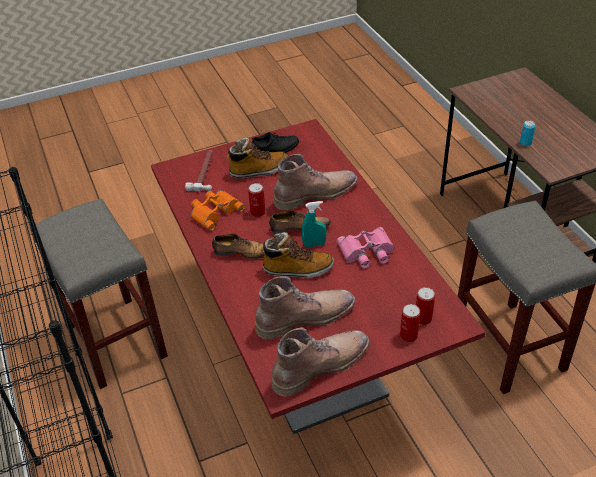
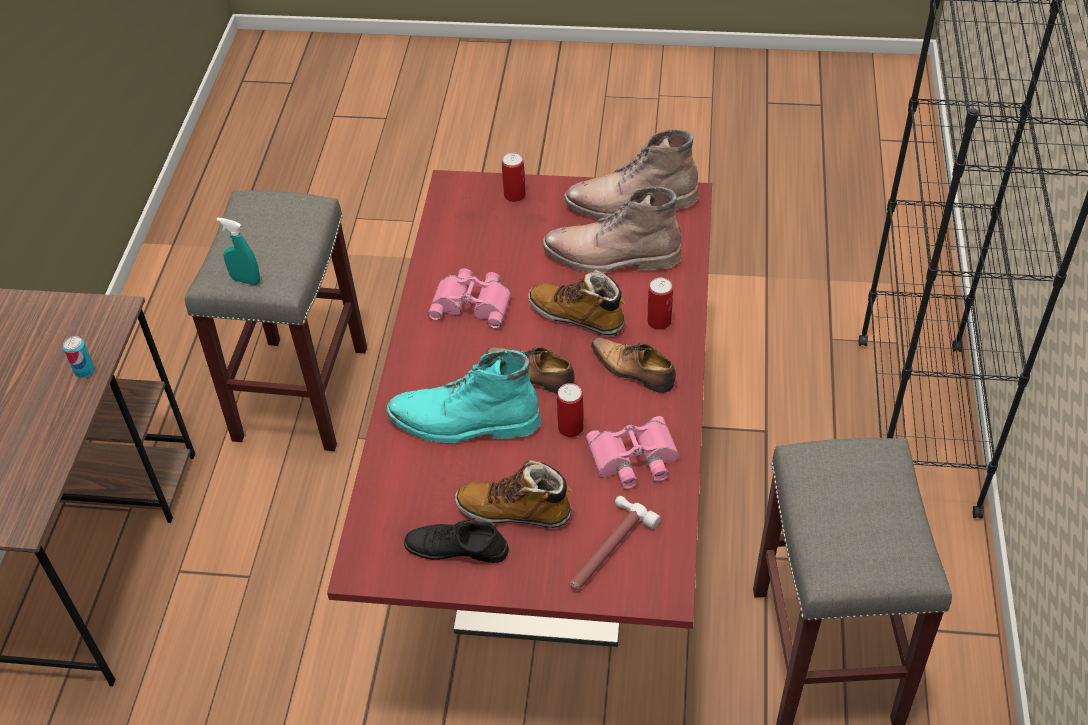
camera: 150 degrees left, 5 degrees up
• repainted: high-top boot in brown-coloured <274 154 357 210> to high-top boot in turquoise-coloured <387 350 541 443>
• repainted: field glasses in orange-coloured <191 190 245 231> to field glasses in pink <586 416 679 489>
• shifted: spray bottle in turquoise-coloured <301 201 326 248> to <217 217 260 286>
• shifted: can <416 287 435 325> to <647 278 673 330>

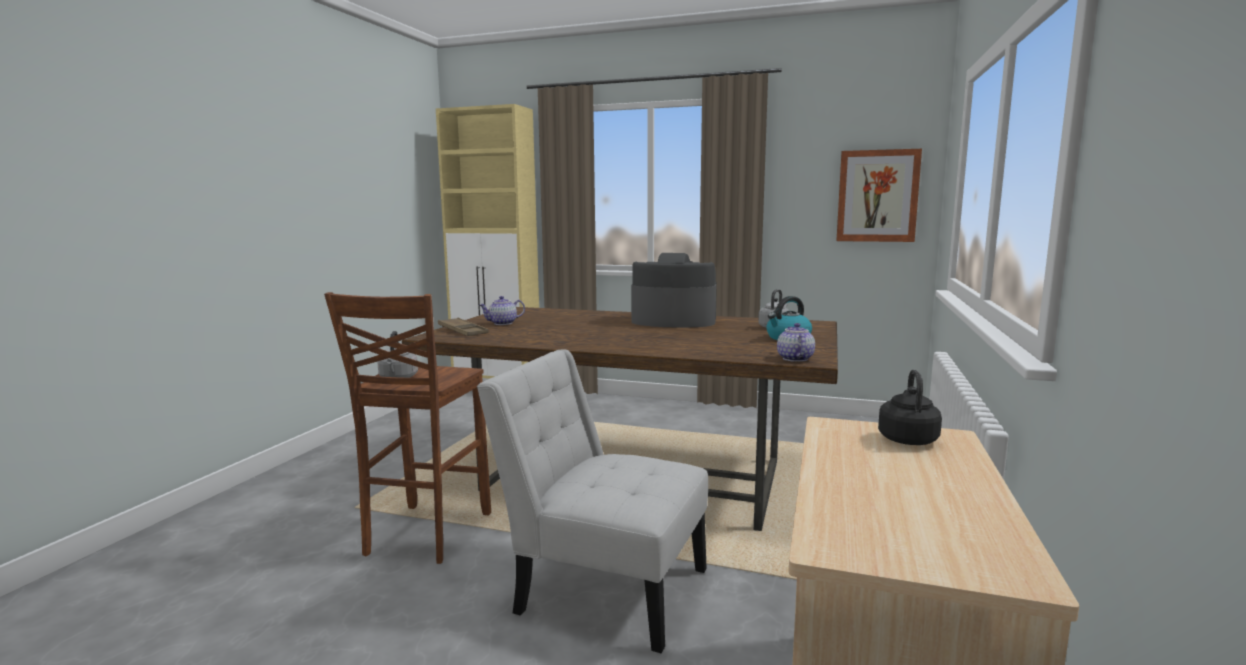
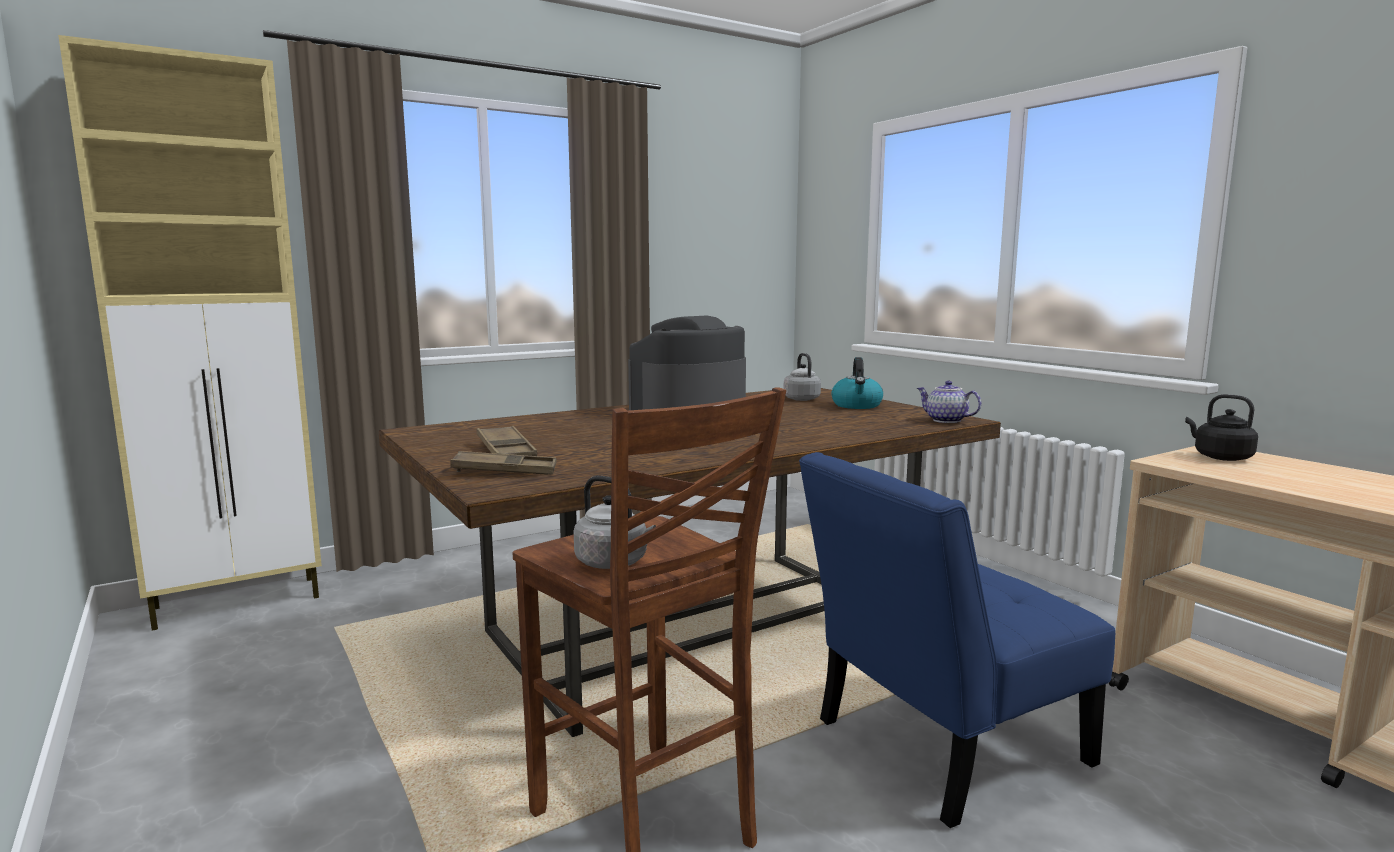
camera: 50 degrees left, 0 degrees up
• gone: wall art <836 149 922 242>
• swapped: pot for tea <479 296 525 325> to serving tray in brown-coloured <477 426 537 456>
• repainted: plain chair in white <477 350 708 653> to plain chair in bluish <799 452 1115 828>

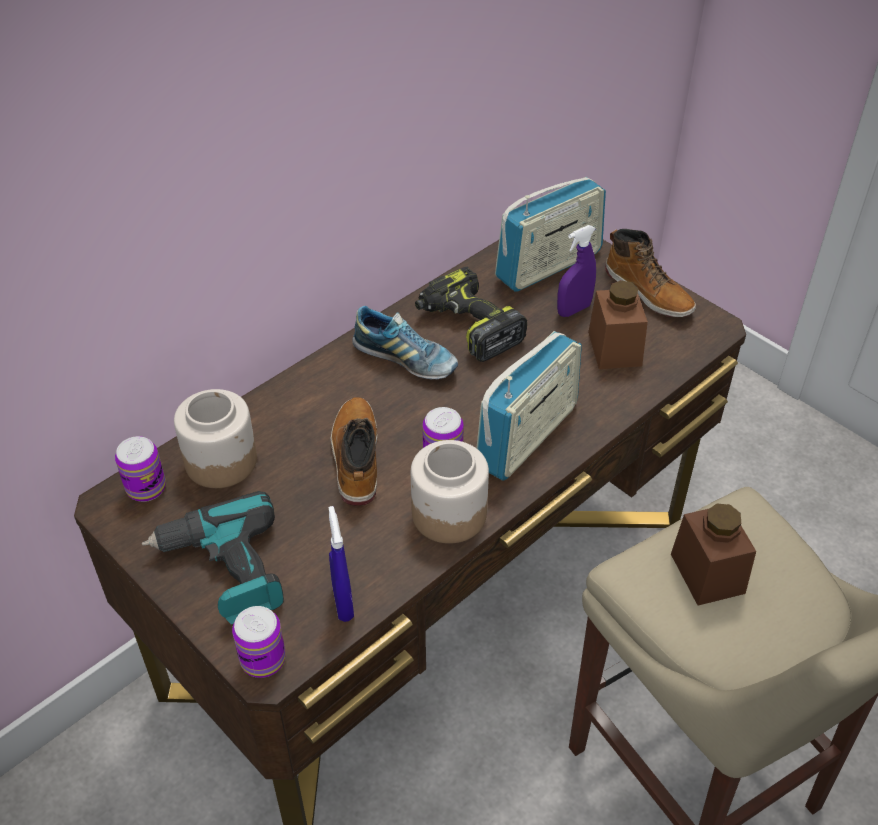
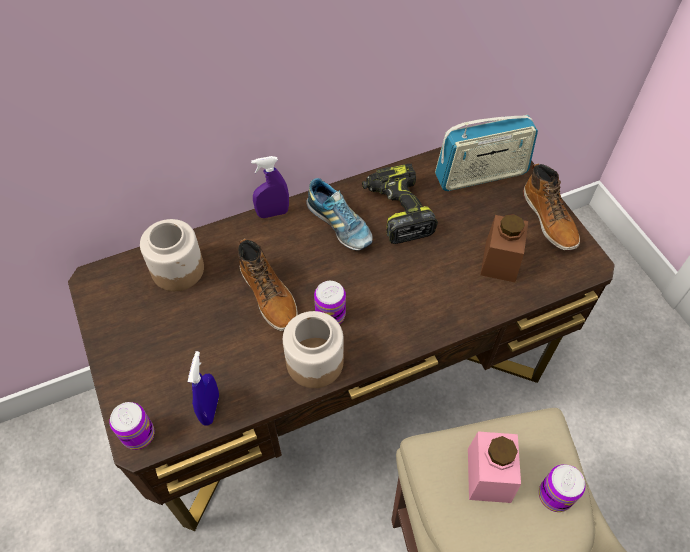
camera: 20 degrees right, 10 degrees up
• shifted: spray bottle in purple-coloured <557 225 596 317> to <251 156 289 218>
• gone: radio <477 331 582 481>
• rotated: high-top boot <331 397 377 506> = <238 239 298 331> 135 degrees clockwise
• shifted: can <115 436 166 502> to <539 464 586 512>
• gone: electric drill <142 491 284 624>
• repainted: jar in brown-coloured <671 504 756 606> to jar in pink <468 432 521 503>

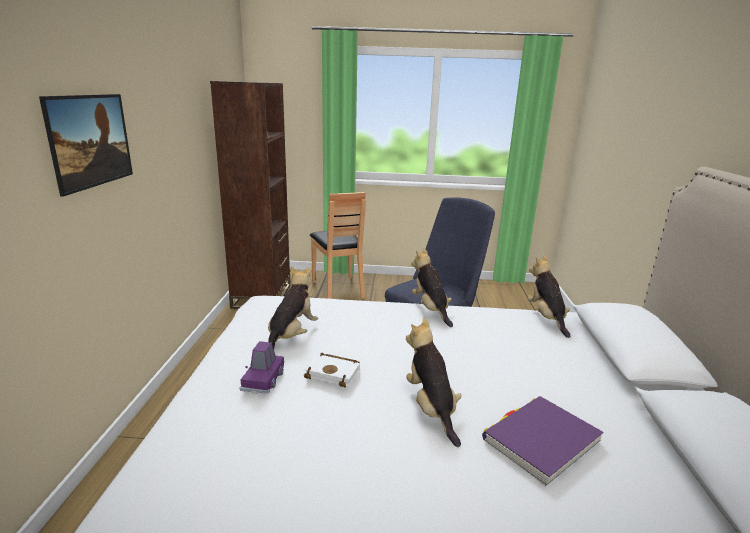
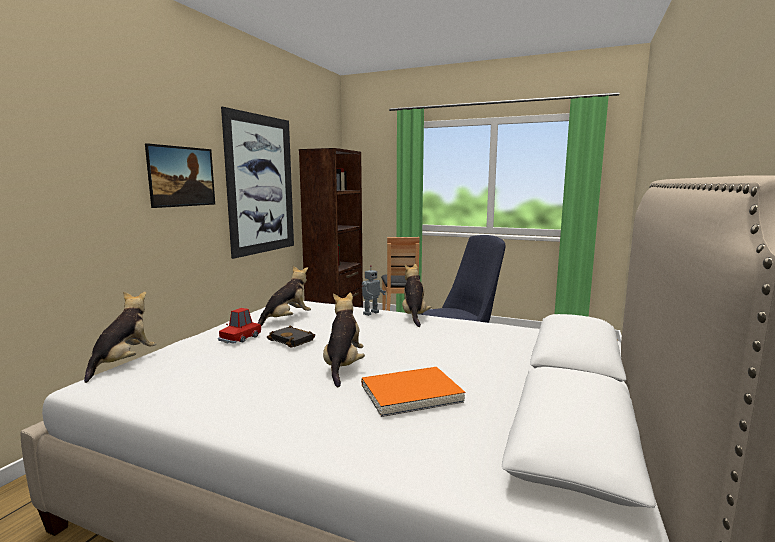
camera: 20 degrees right, 10 degrees down
• shifted: cuddly toy <527 255 570 338> to <84 291 156 383>
• repainted: miniature car in purple-coloured <240 341 284 394> to miniature car in red <218 308 261 343>
• repainted: bound book in white <304 353 360 387> to bound book in black-coloured <267 325 315 348>
• repainted: bound book in purple-coloured <482 396 604 486> to bound book in orange-coloured <361 367 465 417>
• new: wall art <221 107 294 259>
• new: robot figure <362 265 386 316>

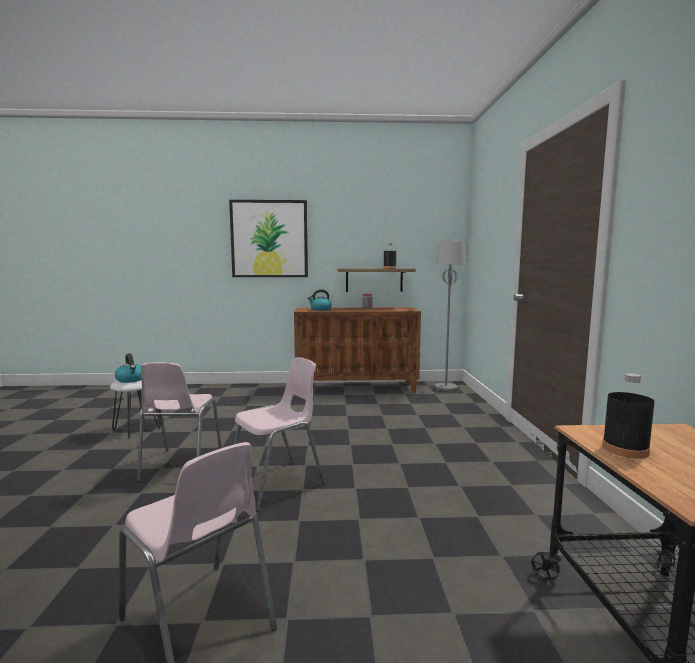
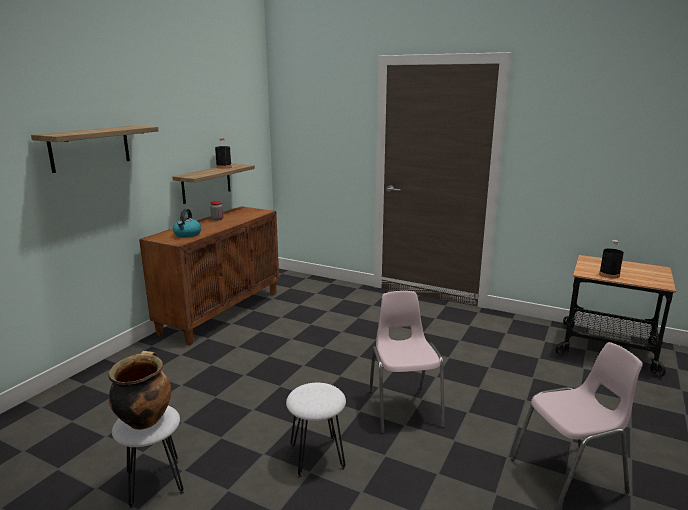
camera: 60 degrees left, 10 degrees up
• swapped: wall art <229 200 308 277> to shelf <31 126 159 173>
• gone: standing lamp in gray <435 241 465 391>
• swapped: water kettle <115 353 142 383> to stockpot <109 351 171 430>
• swapped: plain chair in pink <137 362 222 482> to stool in white <286 383 346 478>

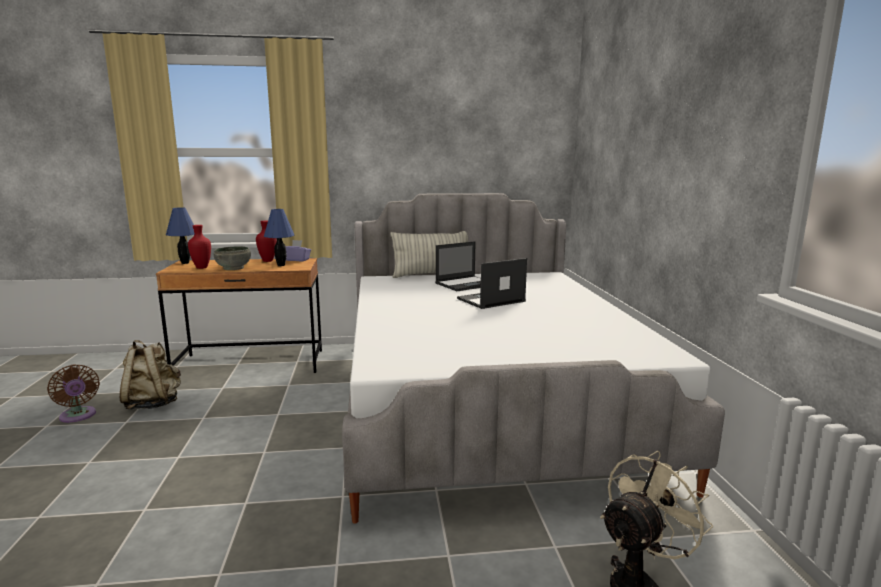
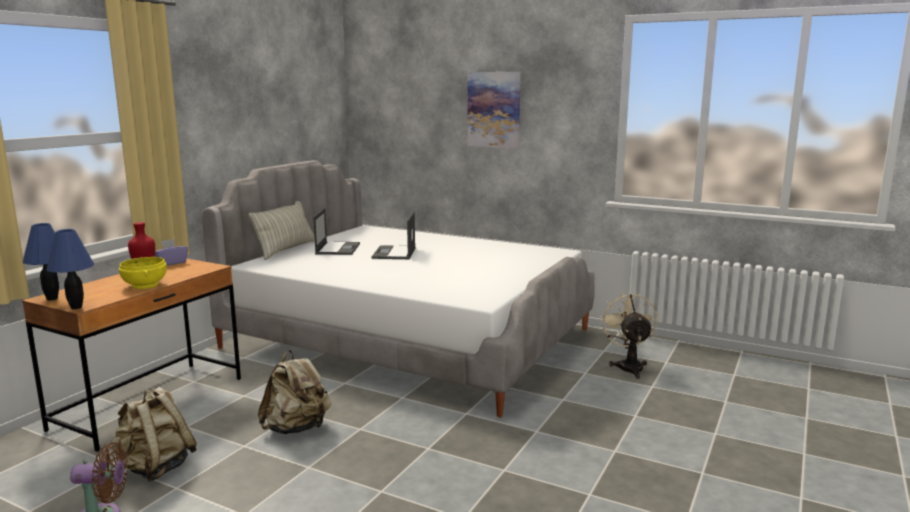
camera: 55 degrees left, 0 degrees up
• shifted: tabletop lamp in bluish <264 209 294 266> to <46 229 94 309>
• gone: flower vase in red <188 225 211 269>
• repainted: bowl in gray <214 246 251 270> to bowl in yellowish <119 257 167 289>
• new: wall art <467 72 521 148>
• new: rucksack in sand-coloured <258 350 331 434>

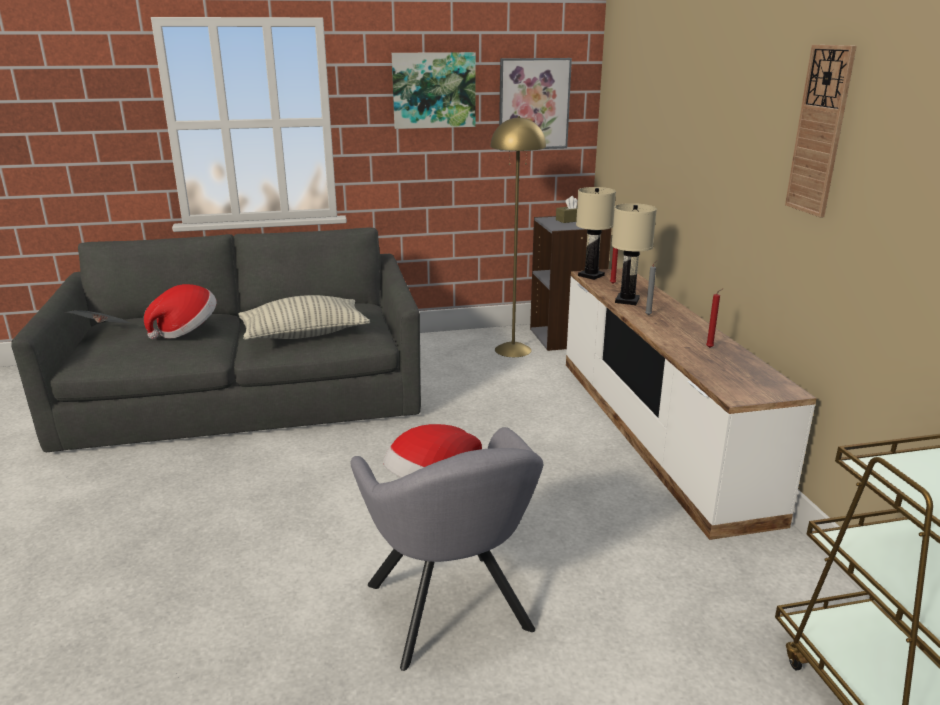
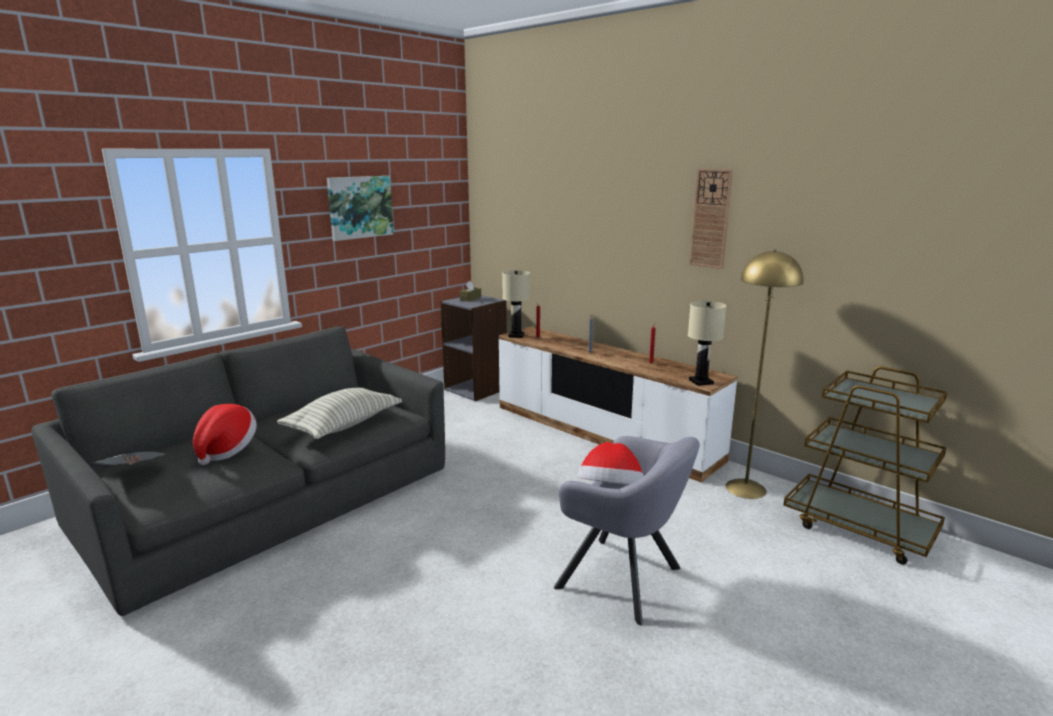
camera: 35 degrees left, 5 degrees down
• gone: wall art <499 58 572 149>
• shifted: standing lamp in yellowish <490 116 546 357> to <725 250 804 499>
• shifted: tabletop lamp in sand-coloured <611 203 657 305> to <688 301 726 386>

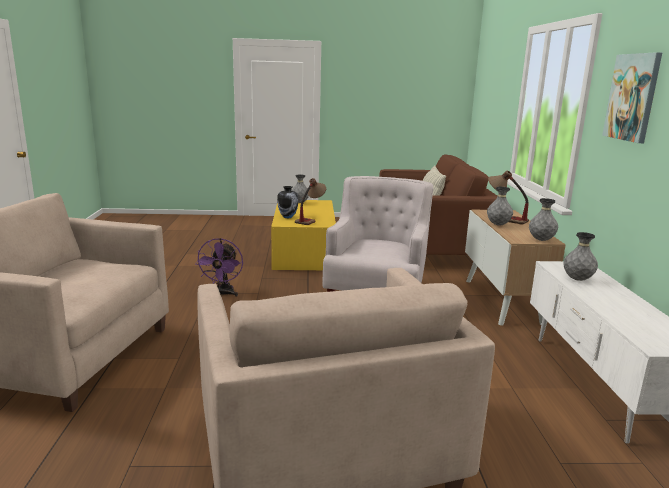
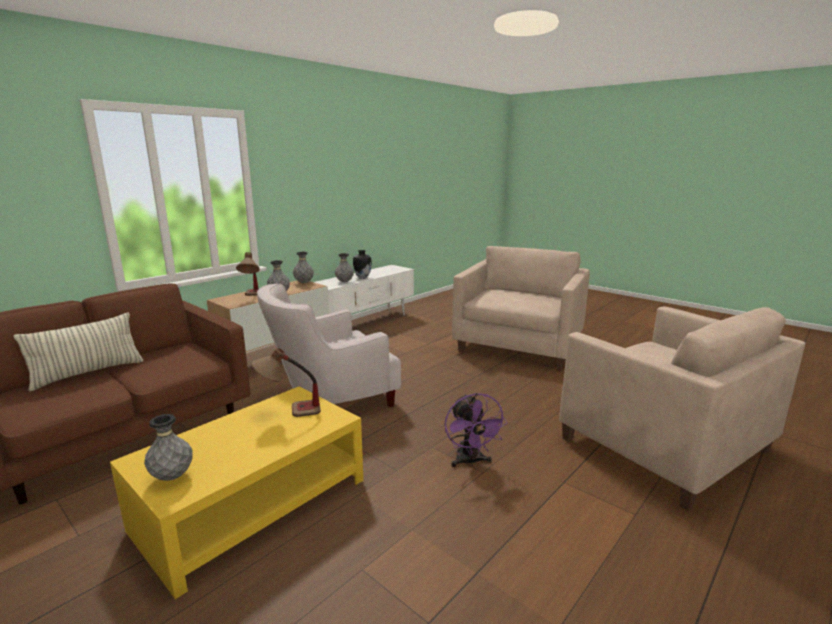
camera: 135 degrees left, 0 degrees up
• gone: wall art <602 52 662 143>
• shifted: flower vase <277 186 298 218> to <353 250 372 279>
• rotated: electric fan in purple-coloured <195 238 243 297> = <445 393 507 467> 120 degrees clockwise

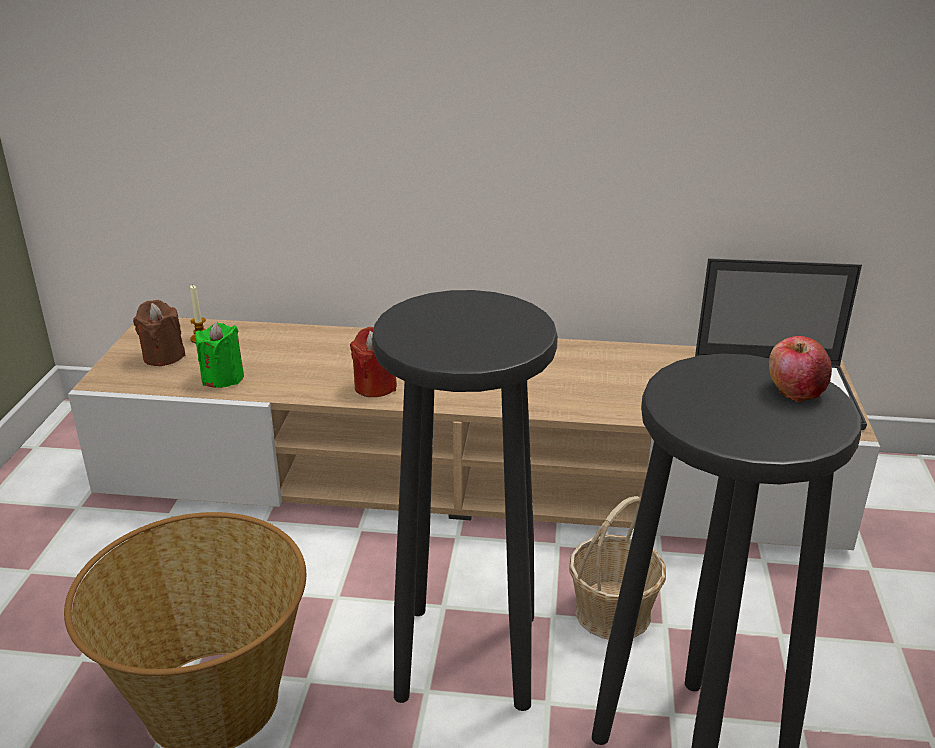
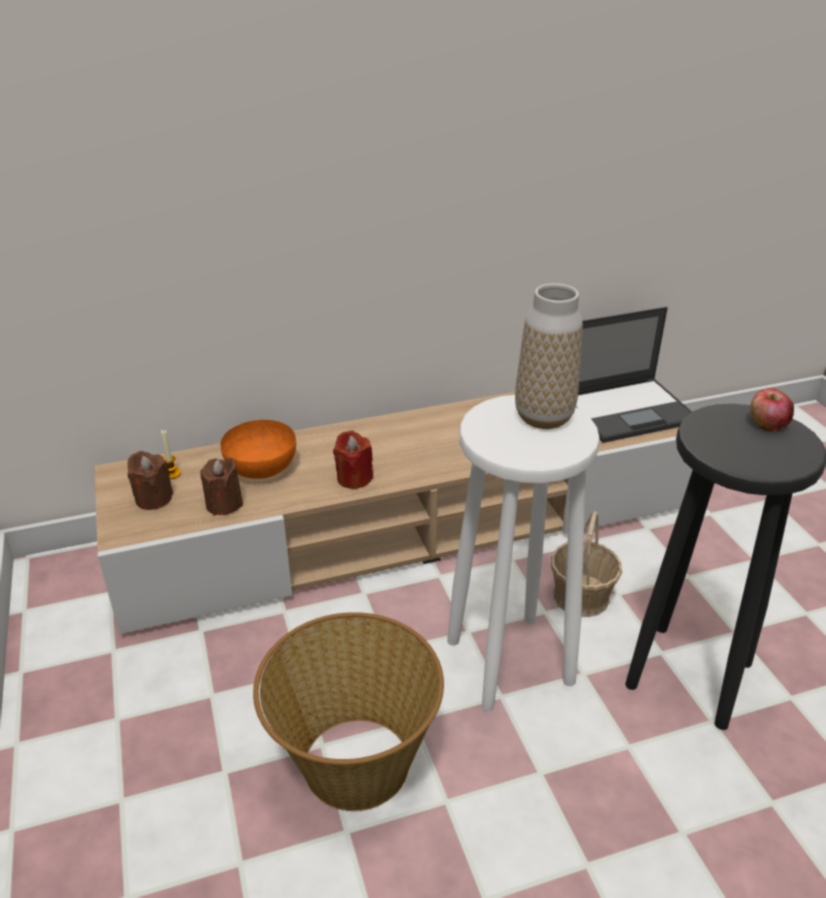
camera: 25 degrees left, 5 degrees up
• repainted: stool in black-coloured <372 290 558 711> to stool in white <447 395 600 712>
• repainted: wax candle in greenish <195 322 244 388> to wax candle in brown-coloured <200 458 243 516>
• new: flower vase <515 283 583 429>
• new: bowl in orange-coloured <221 420 296 479>

